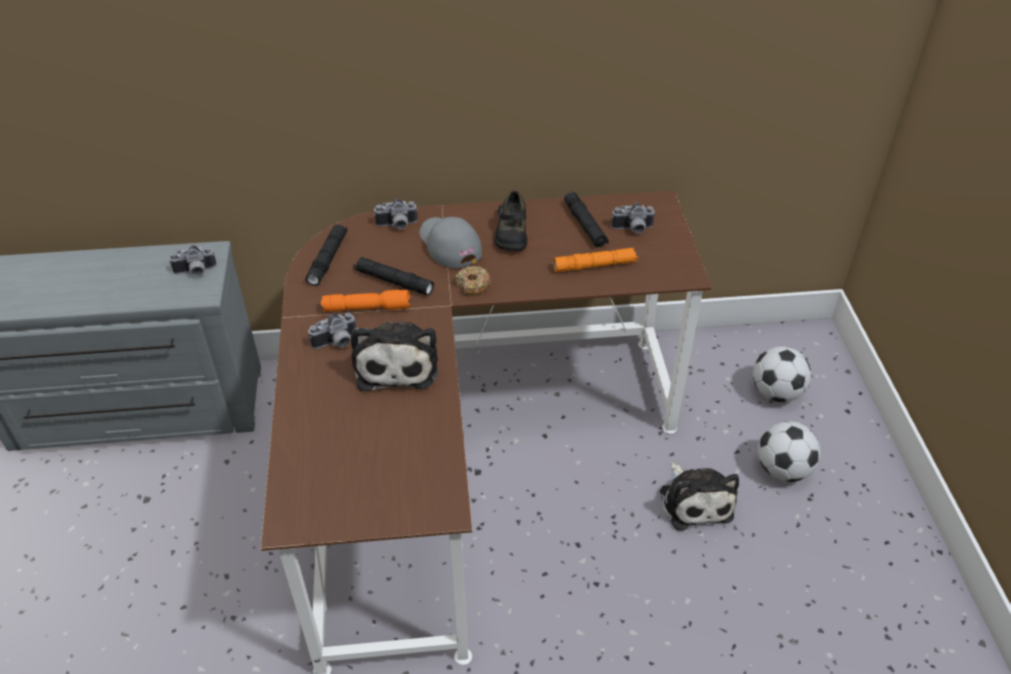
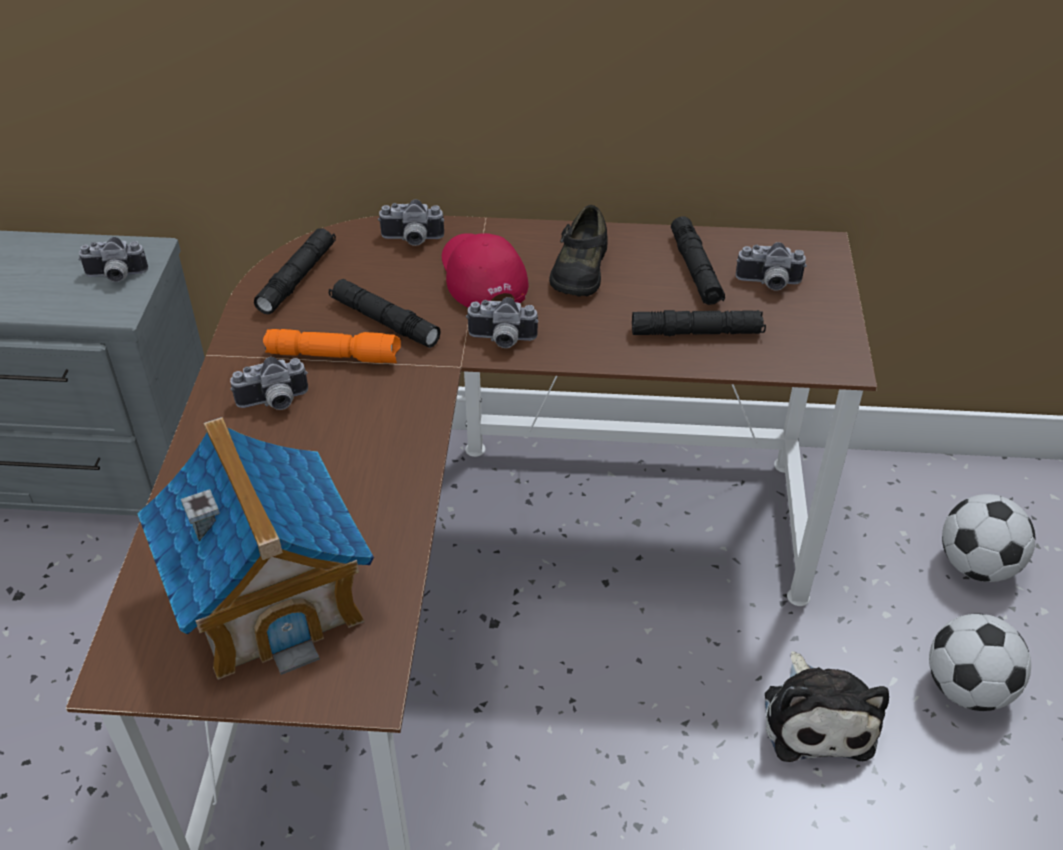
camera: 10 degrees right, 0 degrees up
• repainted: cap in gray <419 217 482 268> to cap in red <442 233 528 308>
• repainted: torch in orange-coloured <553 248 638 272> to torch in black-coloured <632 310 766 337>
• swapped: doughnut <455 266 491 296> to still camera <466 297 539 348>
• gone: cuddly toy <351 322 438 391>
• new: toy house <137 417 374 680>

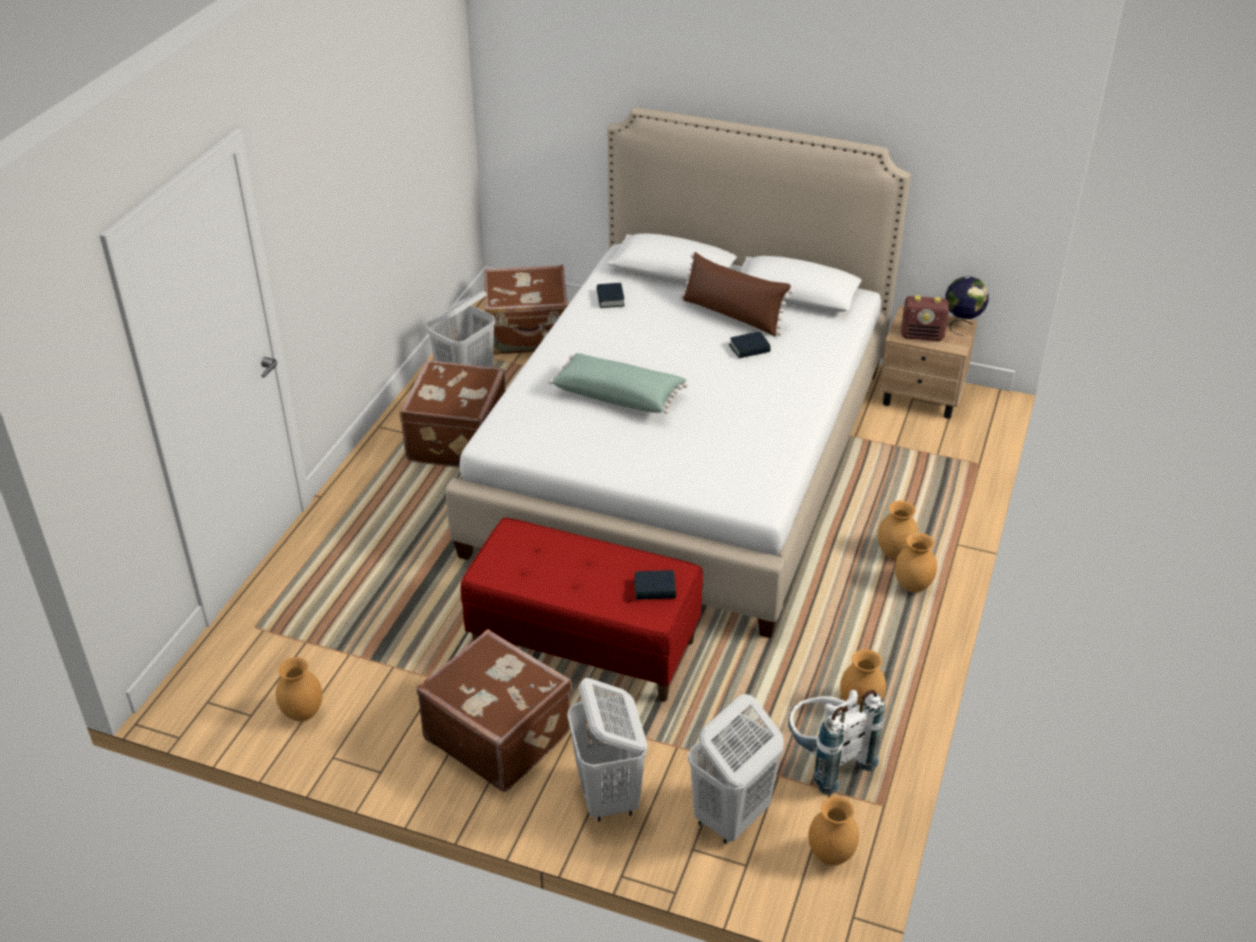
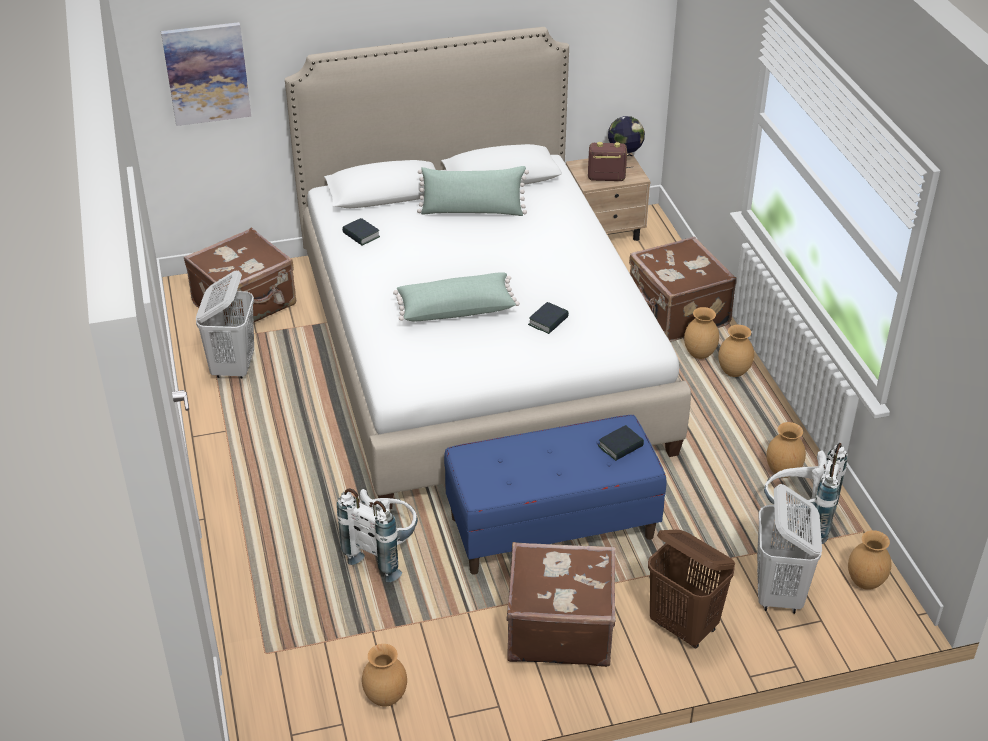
camera: 35 degrees left, 0 degrees up
• repainted: cushion in brown-coloured <680 252 794 336> to cushion in greenish <417 166 529 216>
• rotated: radio <901 296 949 341> = <588 142 627 181> 150 degrees counterclockwise
• shifted: bound book <729 331 771 358> to <528 302 569 334>
• shifted: suitcase in brown-coloured <399 360 505 468> to <629 236 737 342>
• repainted: long seat in red <460 518 703 702> to long seat in bluish <444 415 667 575>
• repainted: laundry basket in white <567 678 647 822> to laundry basket in brown-coloured <648 530 735 648>
• new: wall art <161 22 251 126>
• new: rucksack in white <337 489 418 582>

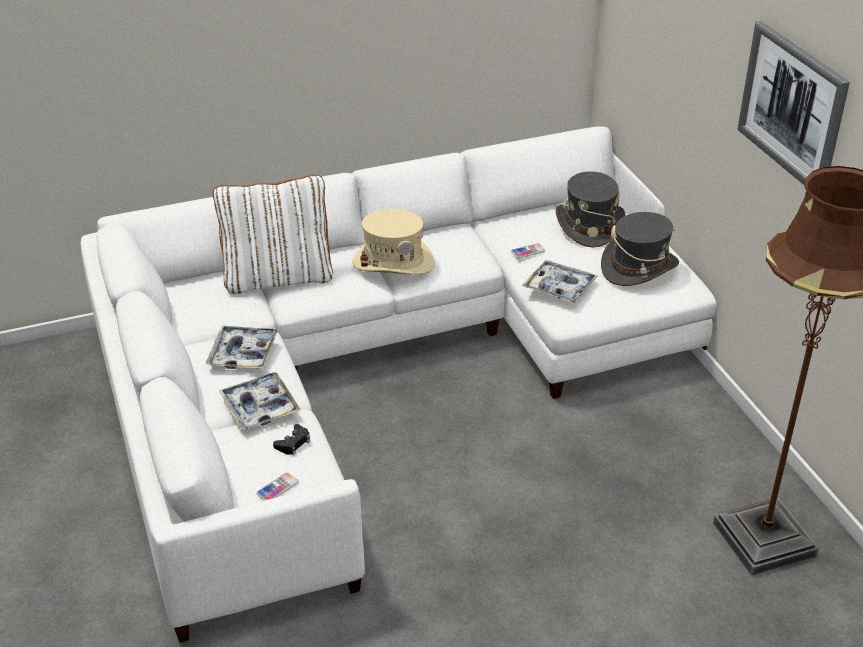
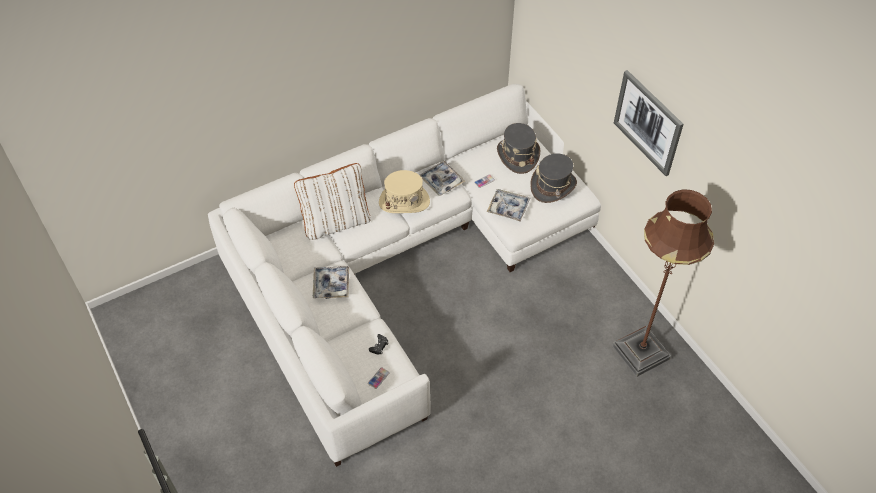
camera: 10 degrees left, 15 degrees up
• shifted: serving tray <219 372 301 430> to <420 161 465 196>

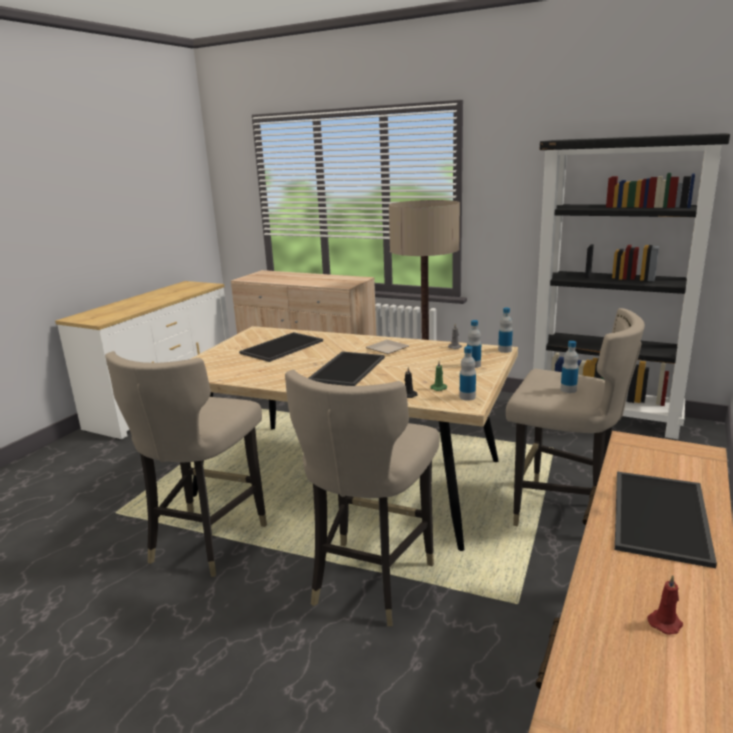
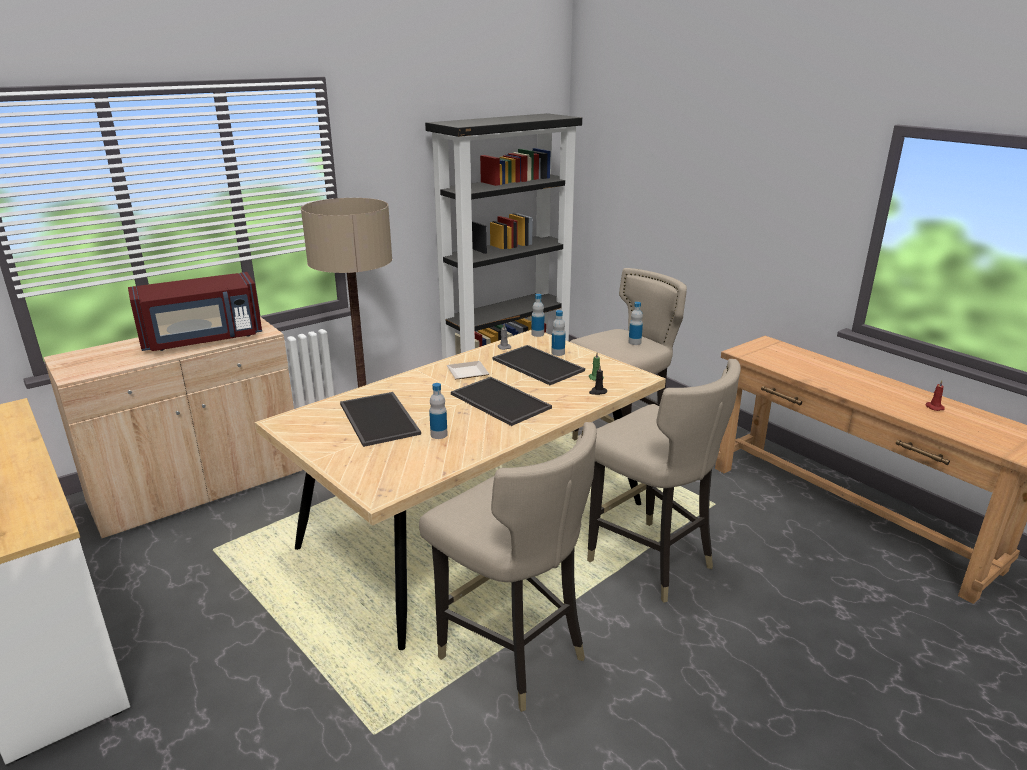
camera: 65 degrees left, 5 degrees up
• shifted: beverage bottle <460 346 476 400> to <429 383 448 439>
• shifted: serving tray <615 471 717 568> to <493 345 585 385>
• new: microwave oven in red <128 272 262 351>

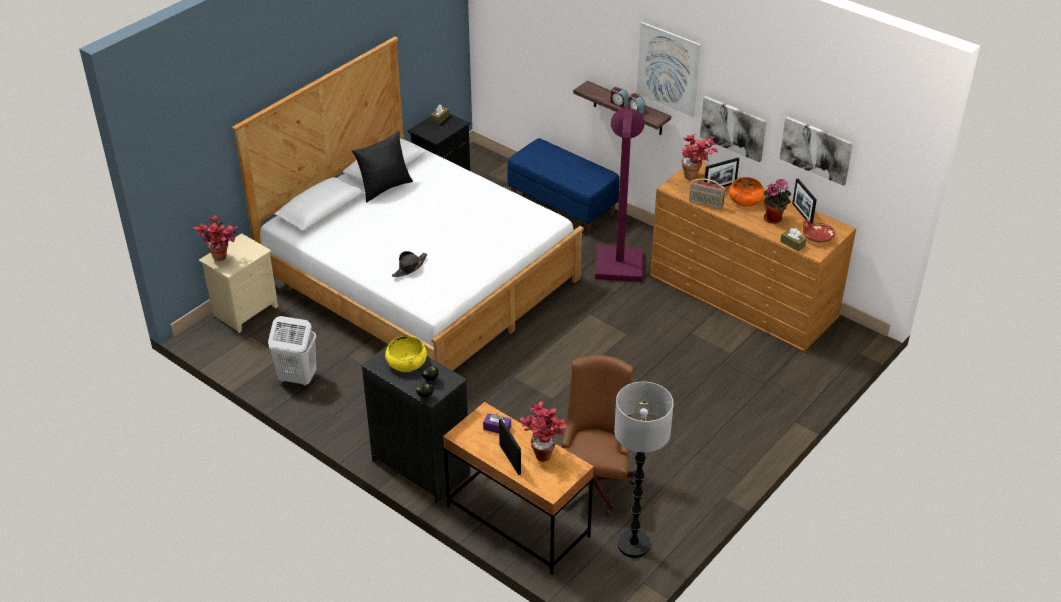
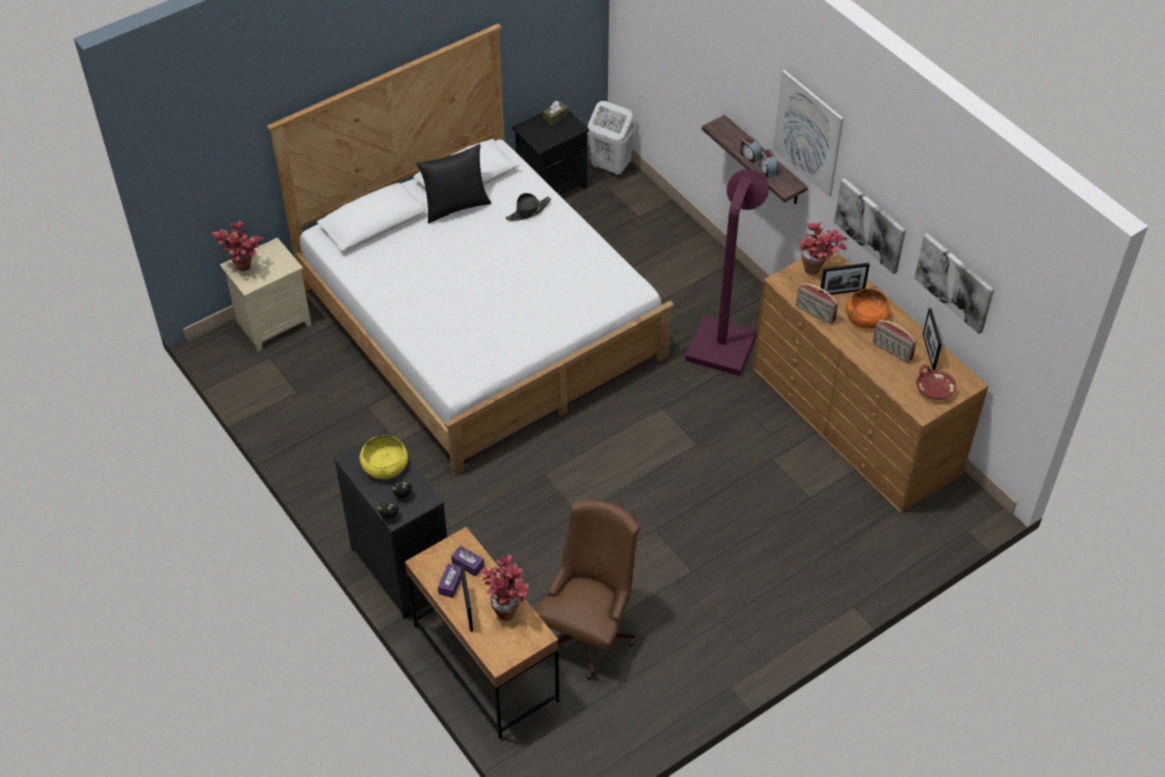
camera: 15 degrees right, 10 degrees up
• gone: long seat in bluish <507 138 620 235>
• swapped: plant in a pot <763 179 791 224> to radio <873 319 917 363>
• gone: box of tissues in brown-coloured <780 228 806 251>
• shifted: hat in black-coloured <392 251 427 277> to <506 193 551 221>
• shifted: laundry basket in white <268 316 317 386> to <588 101 636 175>
• gone: standing lamp <614 382 673 558>
• new: box of tissues in purple-coloured <438 564 462 598>

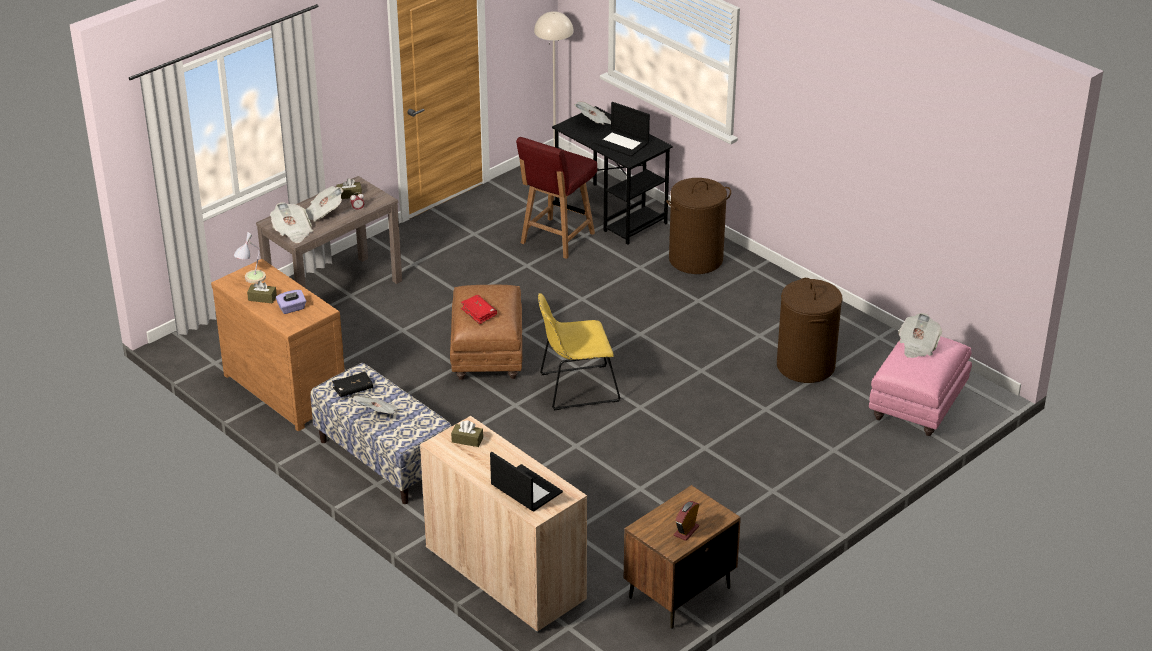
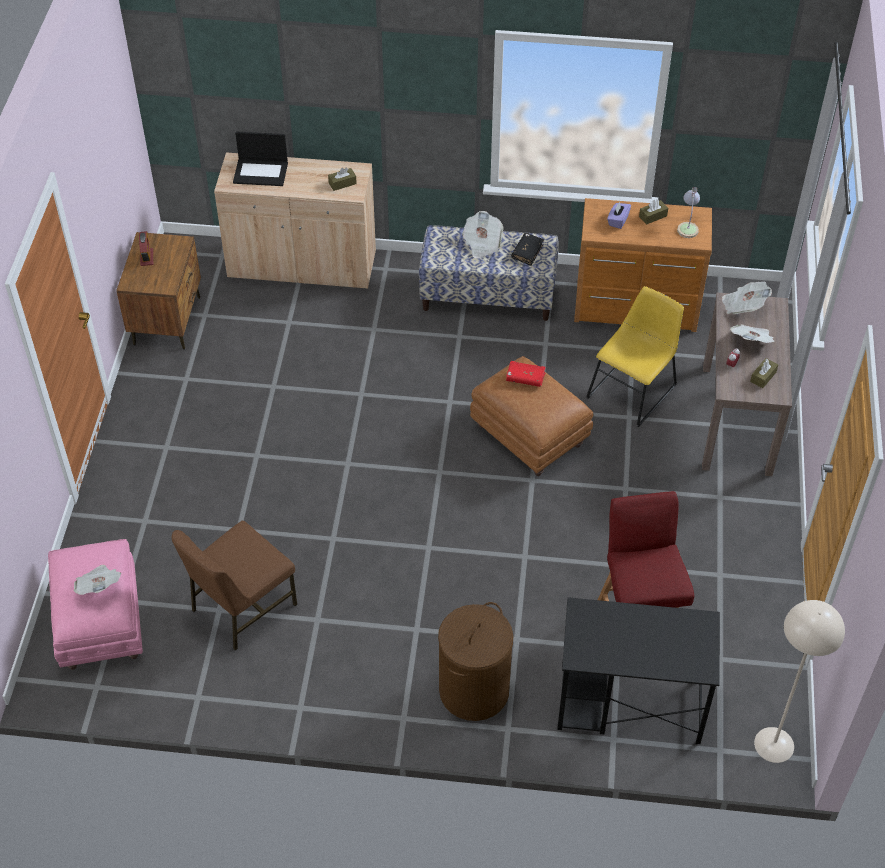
camera: 140 degrees right, 15 degrees up
• gone: printed paper <574 102 611 125>
• gone: notebook computer <593 102 650 157>
• swapped: laundry basket in brown-coloured <777 278 843 383> to plain chair in brown-coloured <171 521 297 651>
• shifted: plain chair in yellowish <538 293 621 410> to <586 286 684 427>

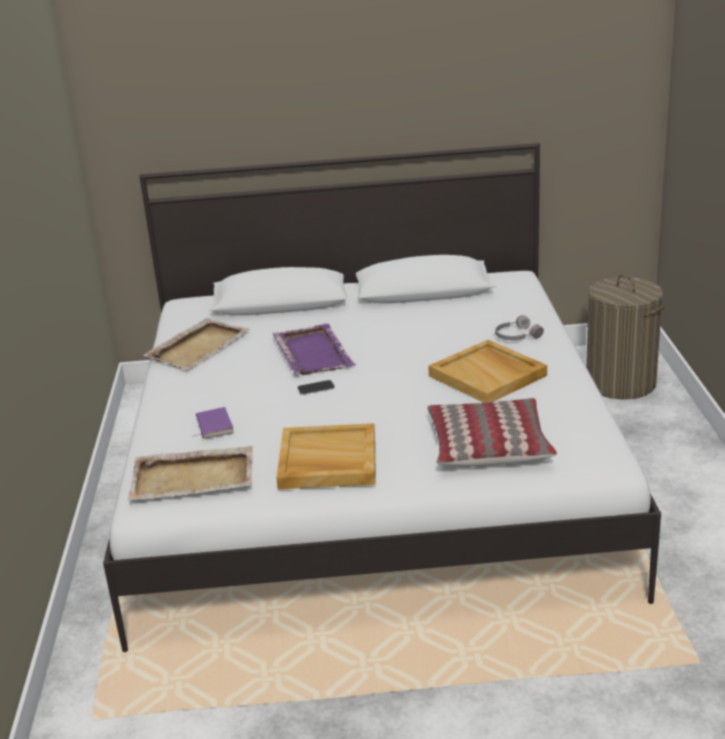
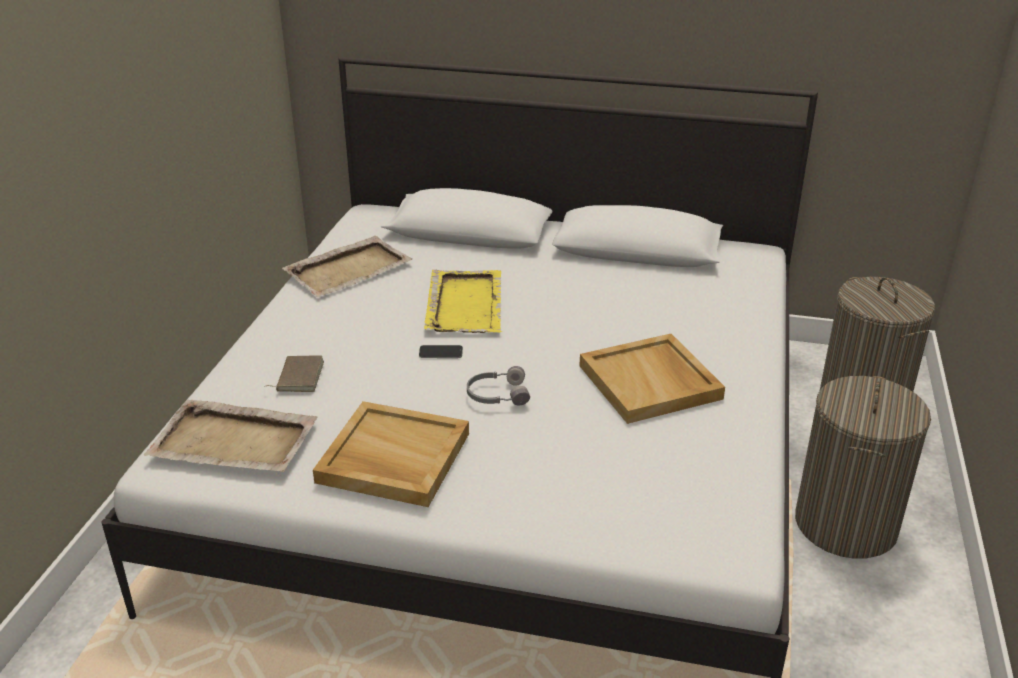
camera: 15 degrees right, 5 degrees up
• shifted: pair of headphones in gray <495 315 544 340> to <467 366 530 406>
• repainted: serving tray in purple-coloured <272 324 356 375> to serving tray in yellowish <424 270 502 333>
• gone: cushion <427 398 557 467>
• repainted: bound book in purple-coloured <192 407 234 439> to bound book in brown-coloured <264 355 324 392>
• new: laundry basket <795 376 931 559>

